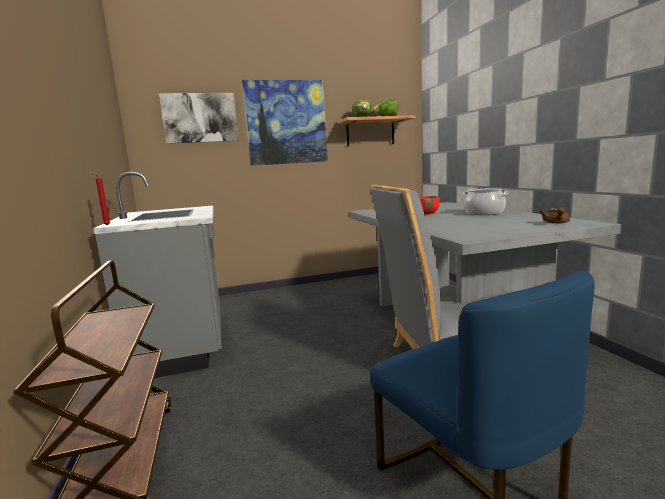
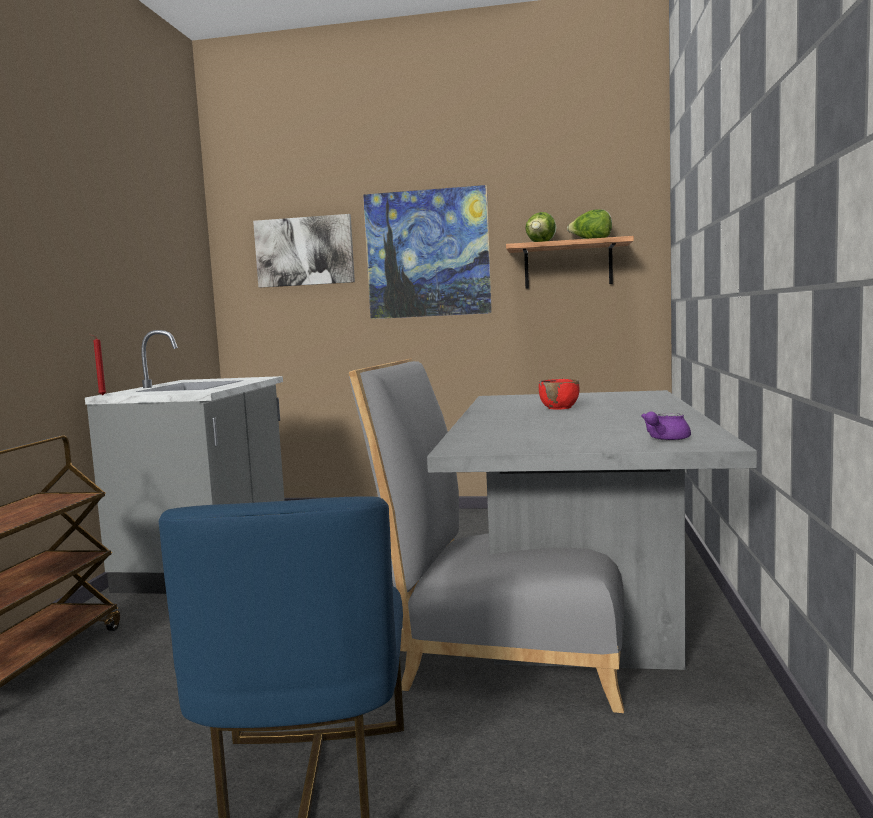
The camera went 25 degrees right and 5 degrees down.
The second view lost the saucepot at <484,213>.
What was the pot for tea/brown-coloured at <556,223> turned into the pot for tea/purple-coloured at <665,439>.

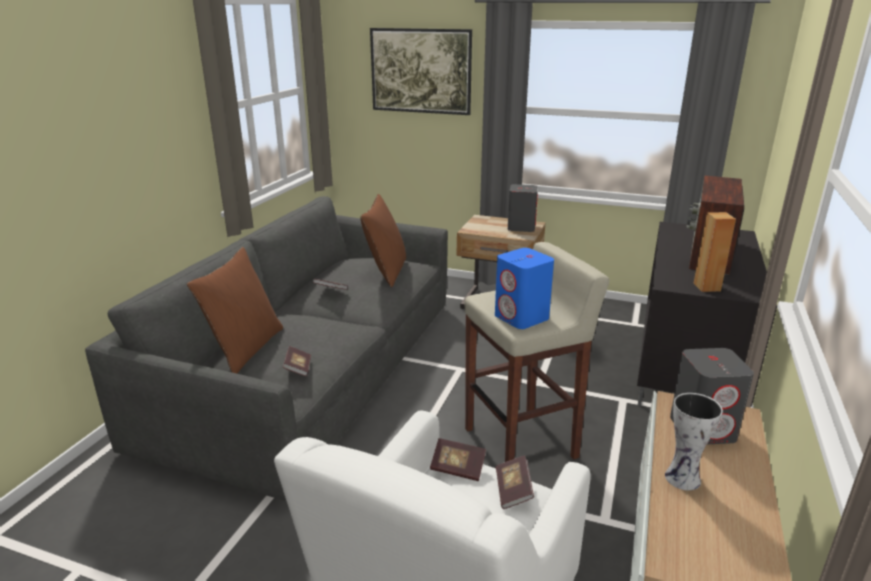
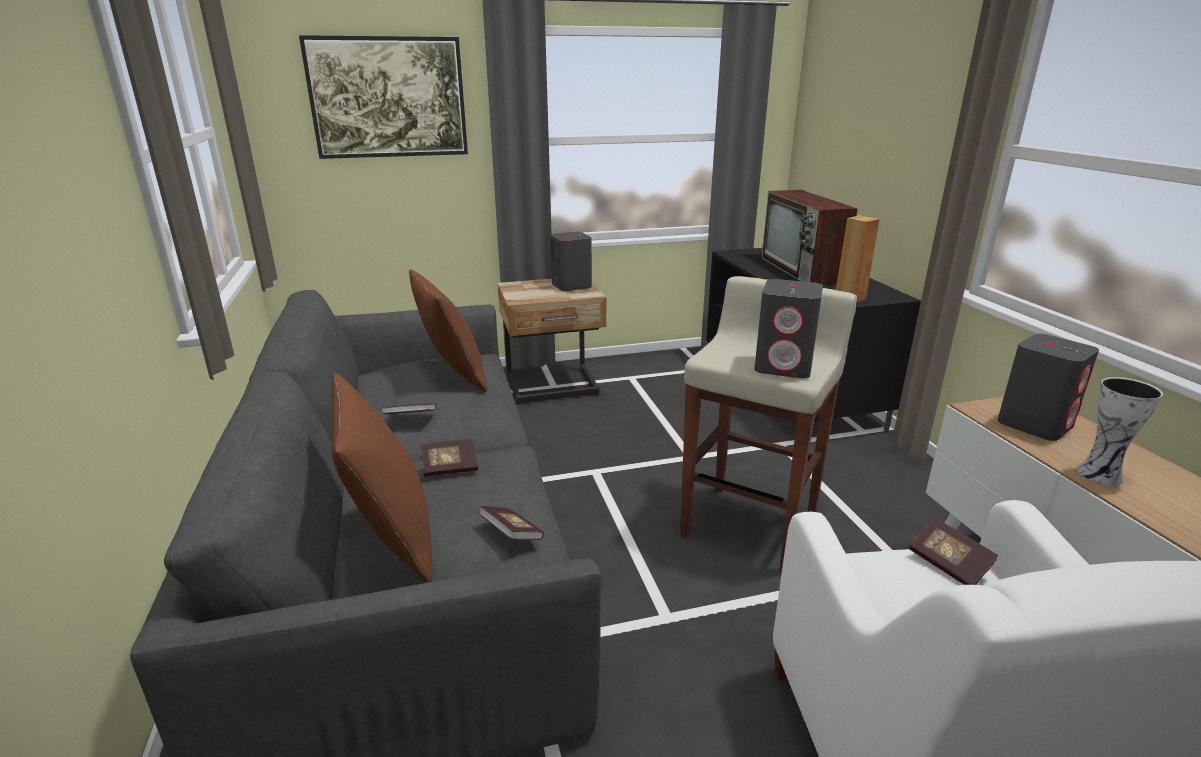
The camera went 35 degrees left and 0 degrees up.
The bound book ended up elsewhere, having gone from <457,468> to <450,468>.
What was the speaker/bluish at <522,317> turned into the speaker/greyish at <784,366>.

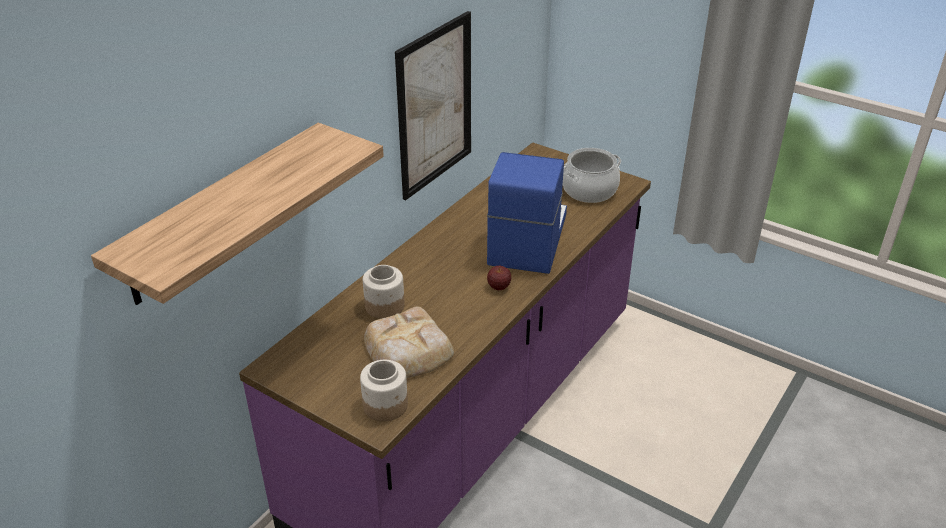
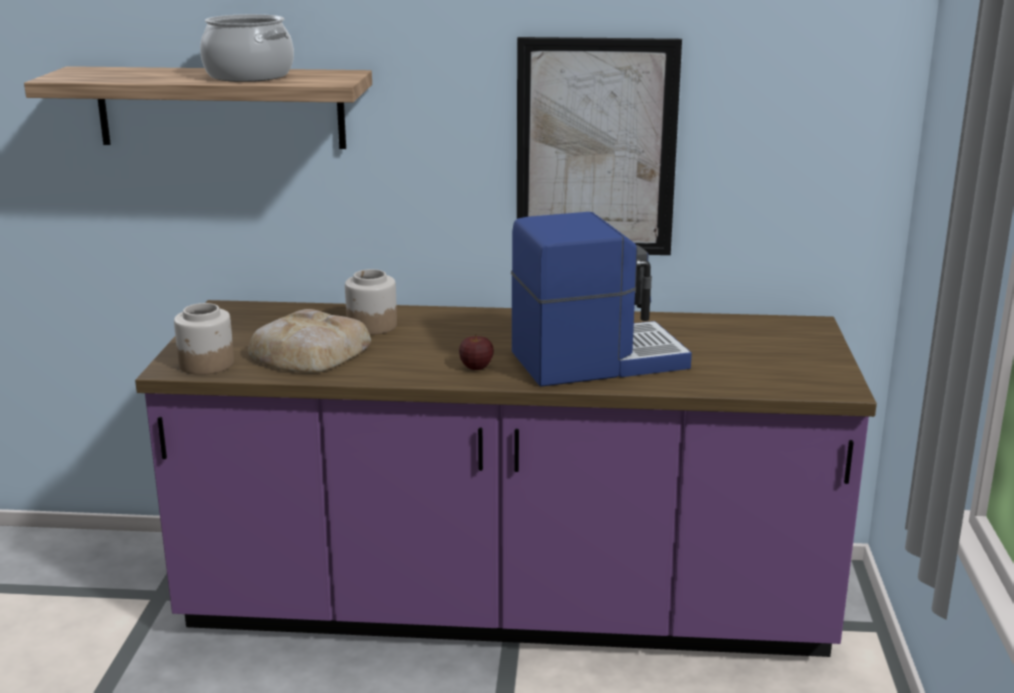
The camera went 60 degrees right and 15 degrees down.
The saucepot ended up elsewhere, having gone from <589,190> to <248,76>.

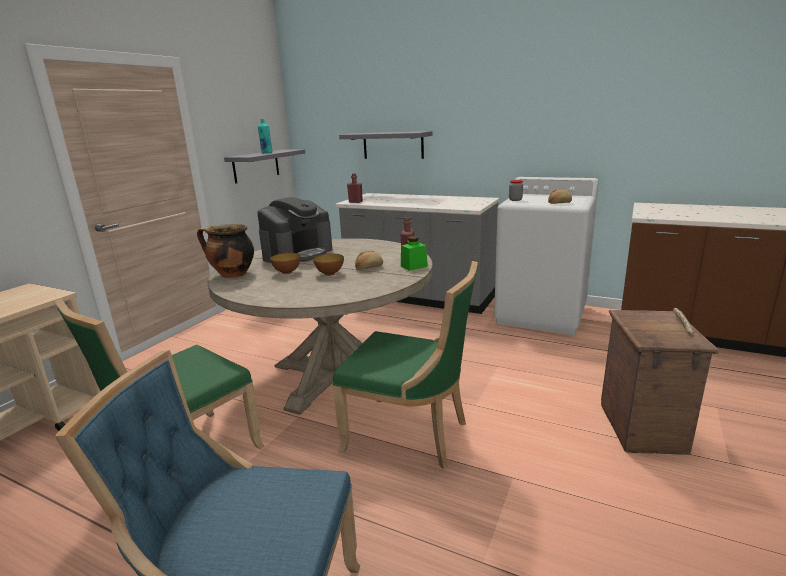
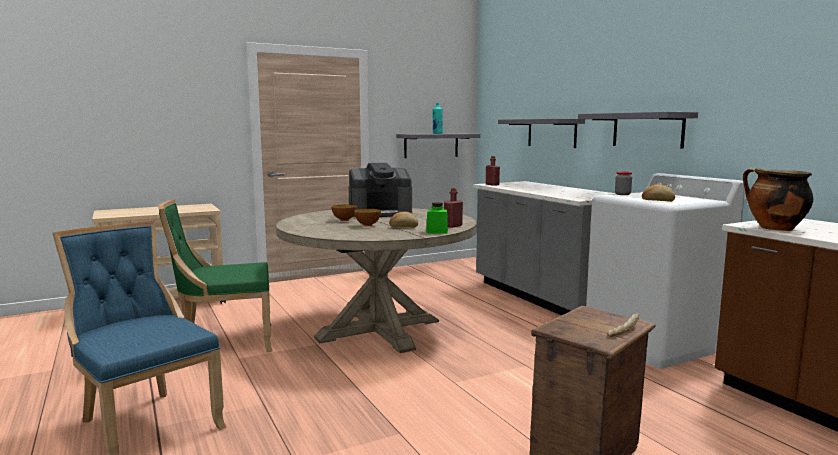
The camera went 35 degrees right and 10 degrees down.
The saucepot ended up elsewhere, having gone from <232,275> to <774,228>.
The second view lost the chair/green-coloured at <411,435>.
The second view gained the shelf/greyish at <647,130>.

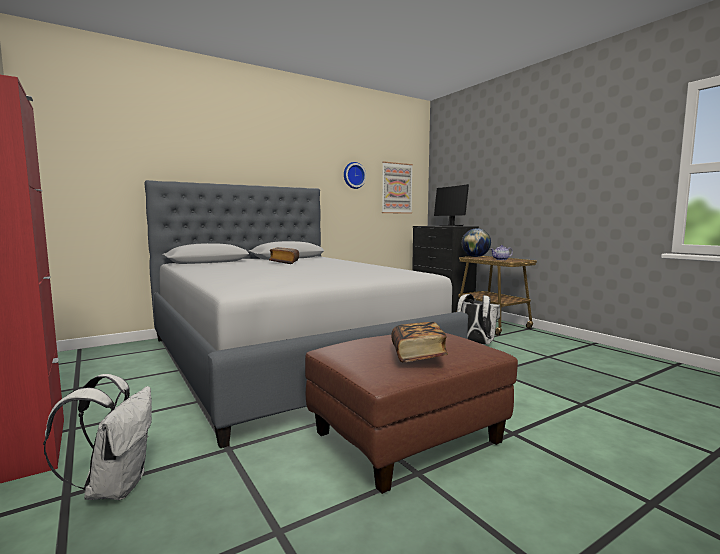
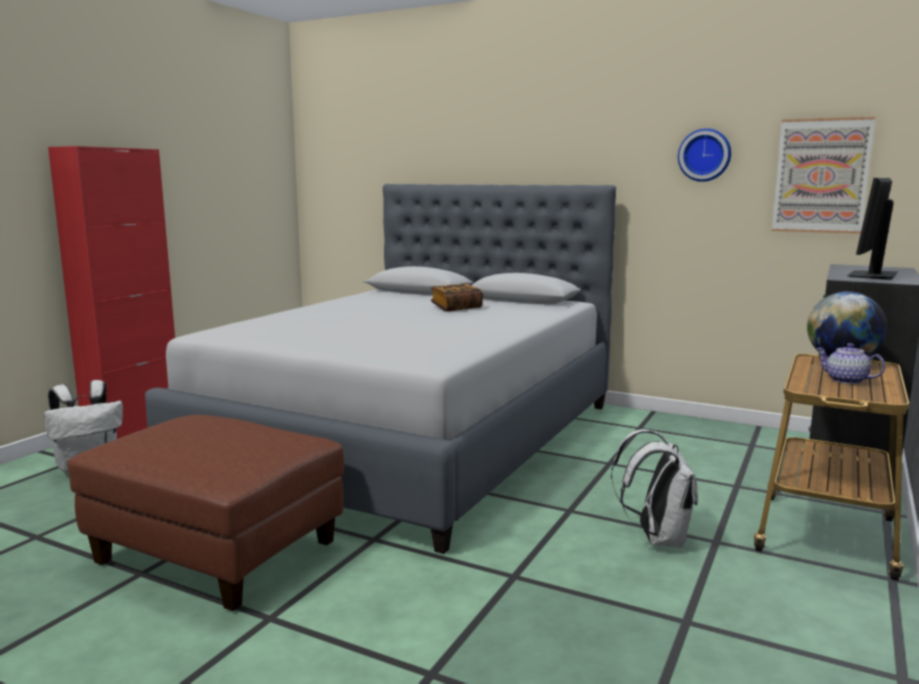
The camera went 60 degrees right and 5 degrees up.
The second view lost the bound book at <418,355>.

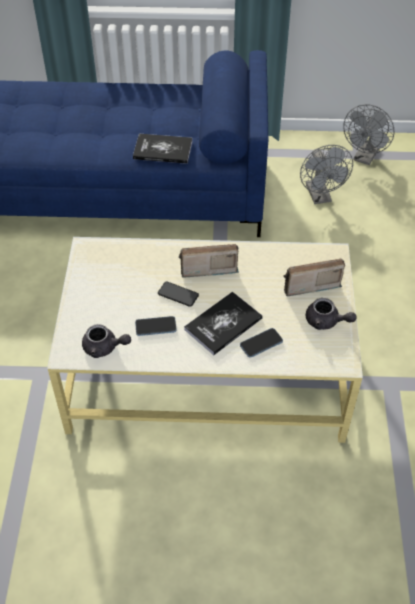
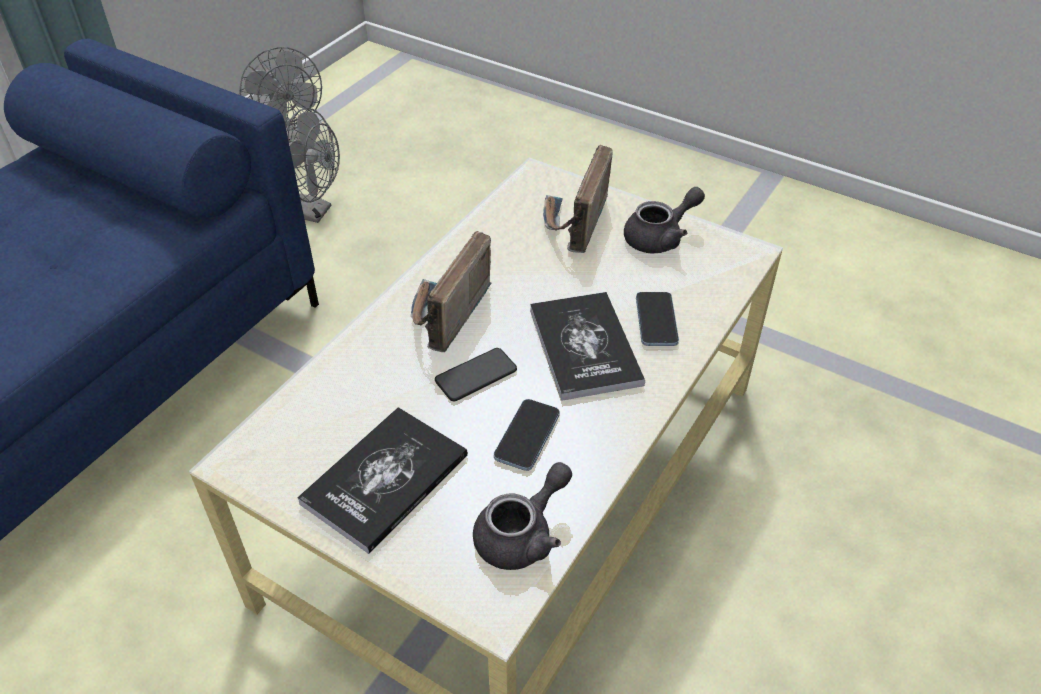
The camera went 60 degrees left and 5 degrees down.
The bound book ended up elsewhere, having gone from <163,150> to <385,479>.

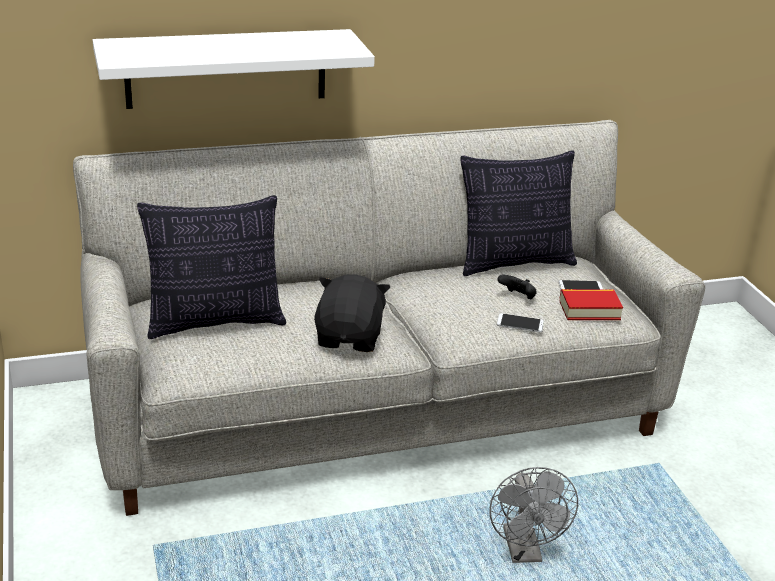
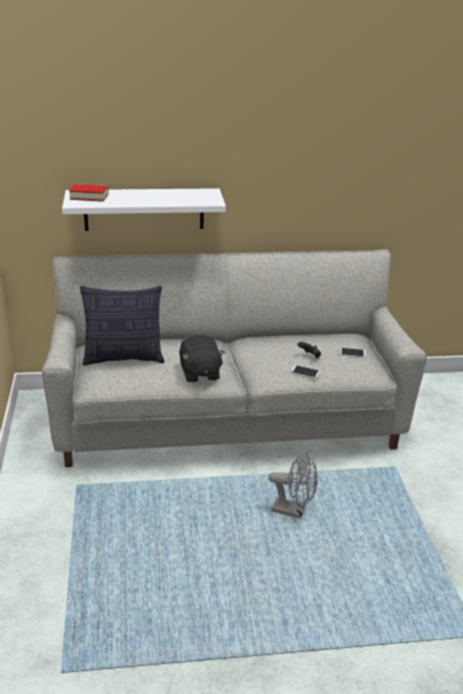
The camera went 10 degrees right and 0 degrees up.
The plush toy/blackish at <350,338> ended up facing another way, 150 degrees clockwise from before.
The second view lost the pillow at <514,263>.
The electric fan/greyish at <524,552> ended up facing another way, 75 degrees counterclockwise from before.
The bound book ended up elsewhere, having gone from <589,310> to <89,196>.

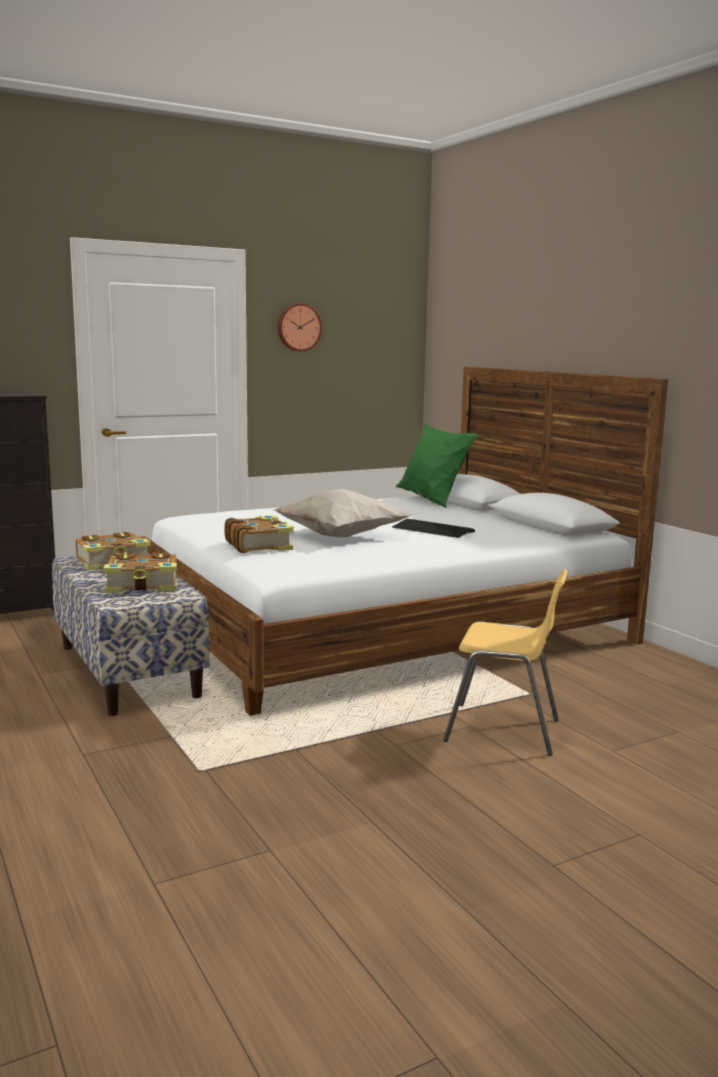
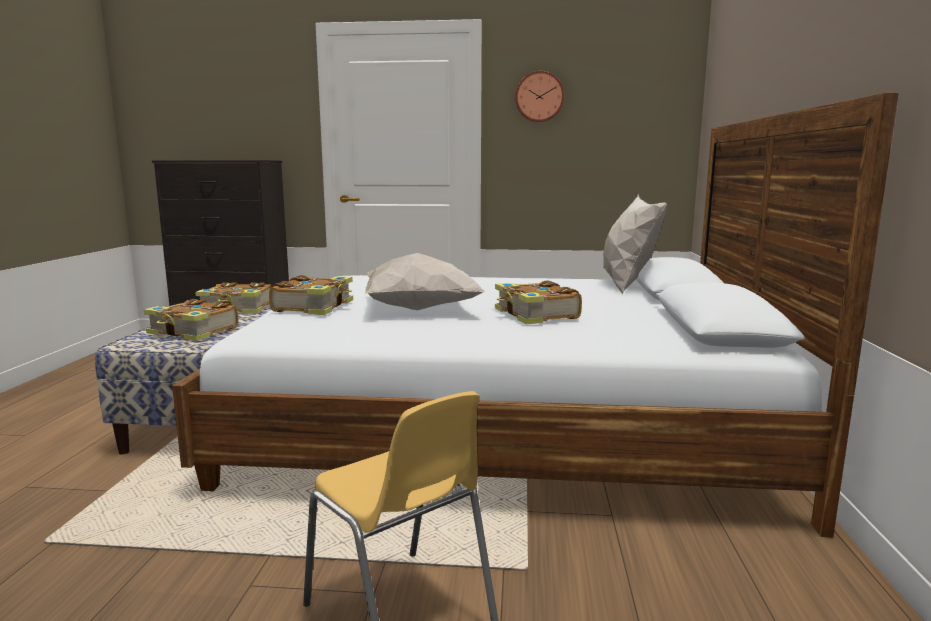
The camera went 35 degrees right and 0 degrees up.
Where the computer keyboard stood at <432,530>, the bound book came to stand at <535,315>.
What was the pillow/green-coloured at <432,501> turned into the pillow/white at <626,285>.

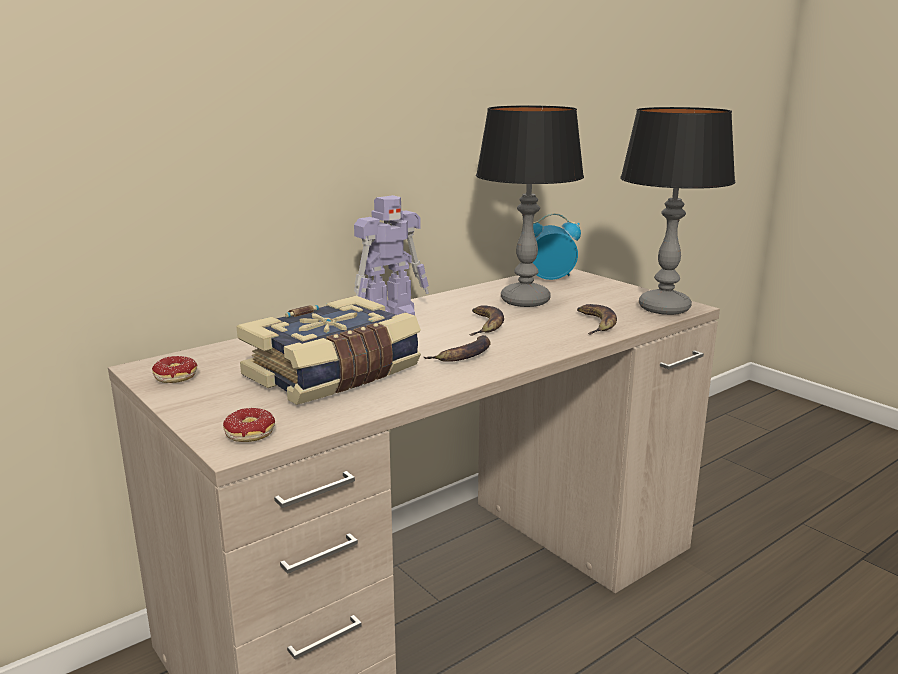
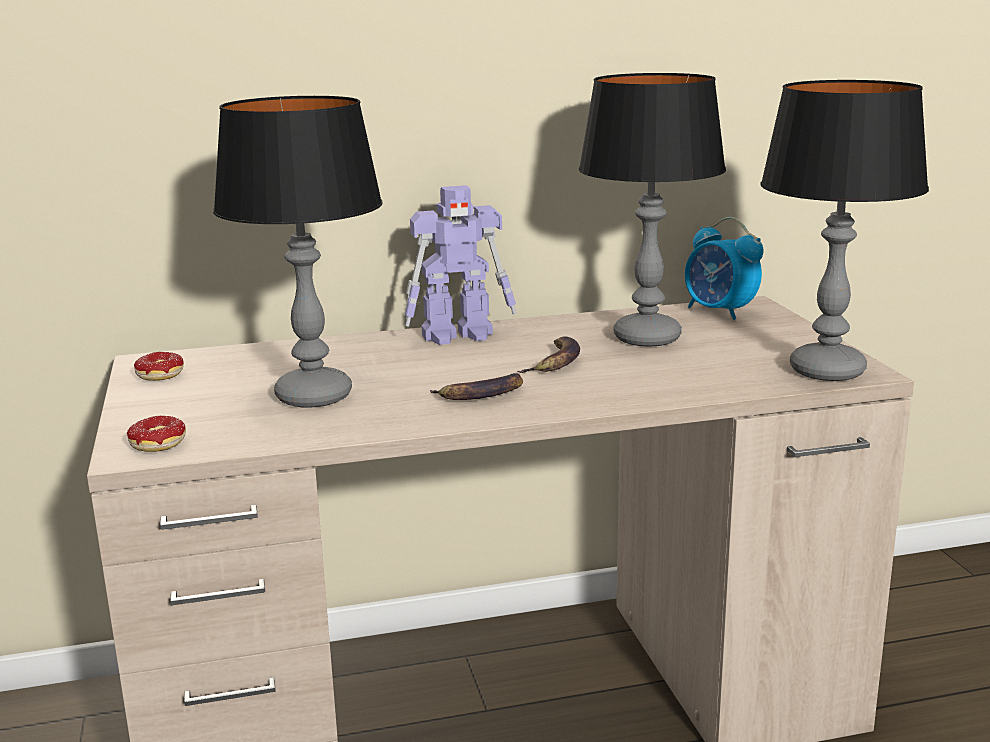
The camera went 25 degrees right and 0 degrees up.
Where the bound book stood at <334,374>, the lamp for a table came to stand at <313,396>.
The alarm clock at <549,278> ended up facing another way, 150 degrees counterclockwise from before.
The second view lost the banana fruit at <595,323>.

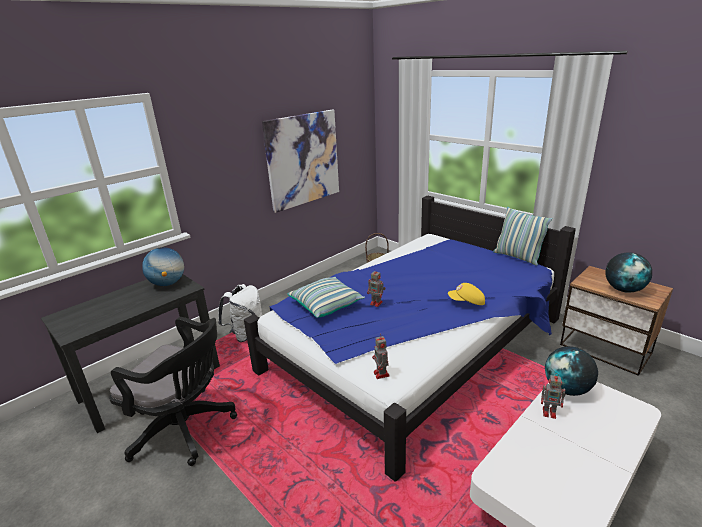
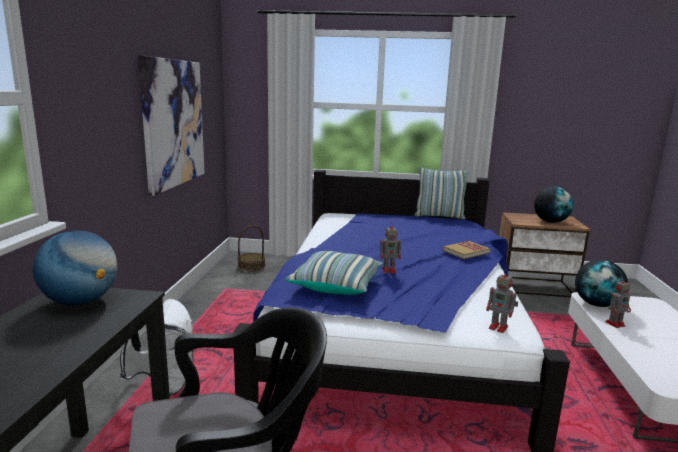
The camera went 40 degrees left and 10 degrees down.
Where the peaked cap/yellowish stood at <467,302>, the bound book came to stand at <466,251>.

